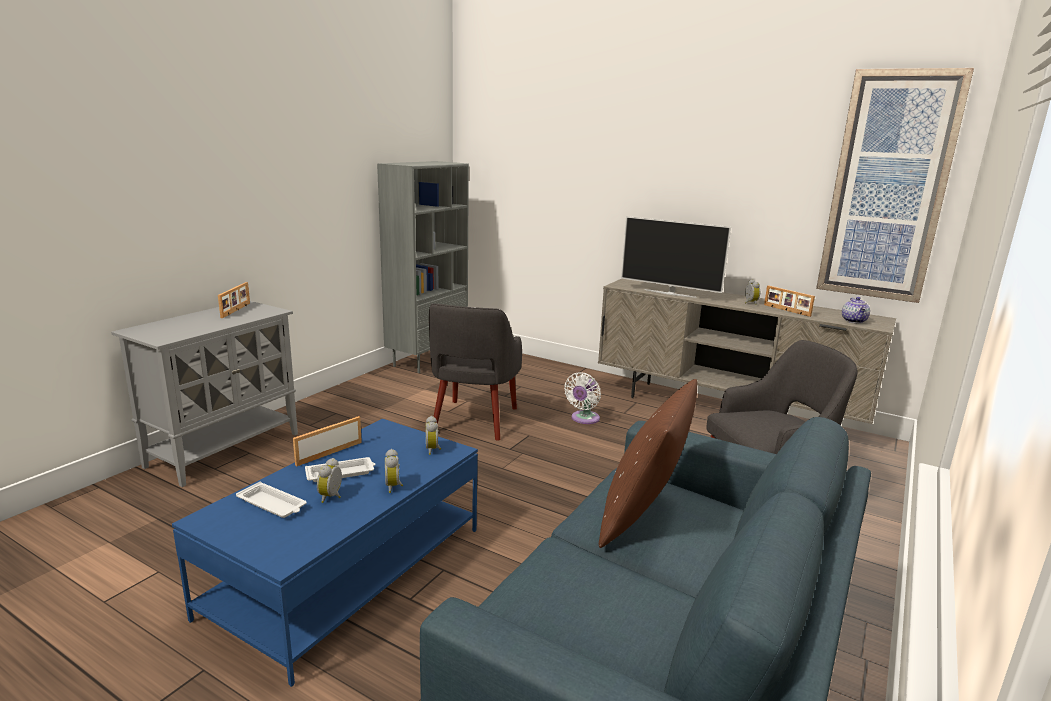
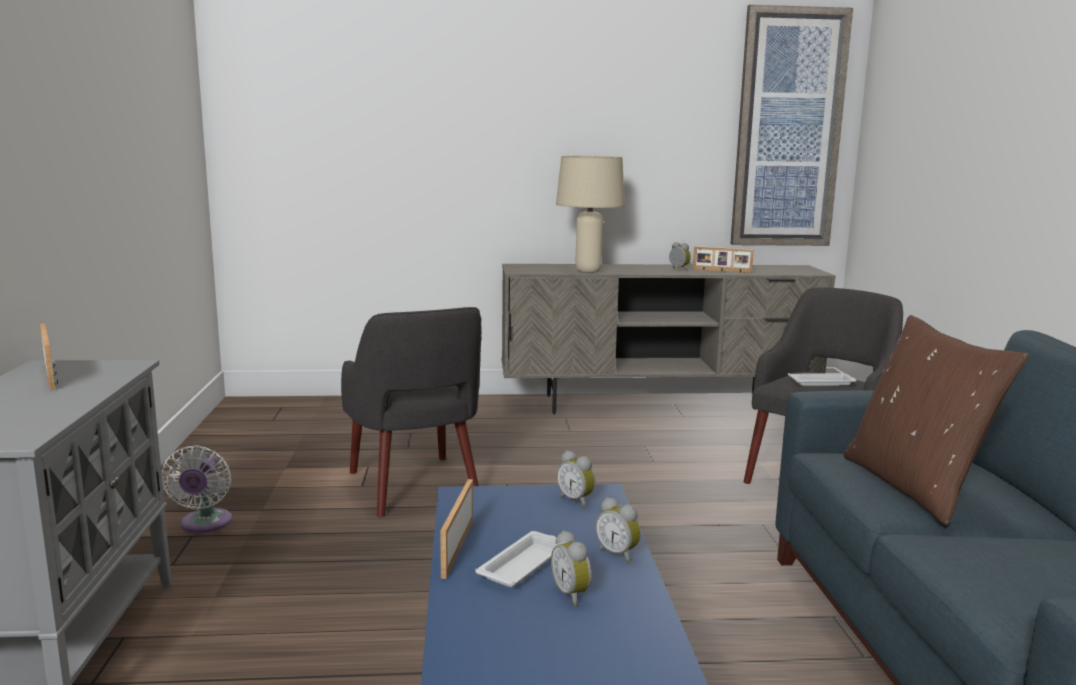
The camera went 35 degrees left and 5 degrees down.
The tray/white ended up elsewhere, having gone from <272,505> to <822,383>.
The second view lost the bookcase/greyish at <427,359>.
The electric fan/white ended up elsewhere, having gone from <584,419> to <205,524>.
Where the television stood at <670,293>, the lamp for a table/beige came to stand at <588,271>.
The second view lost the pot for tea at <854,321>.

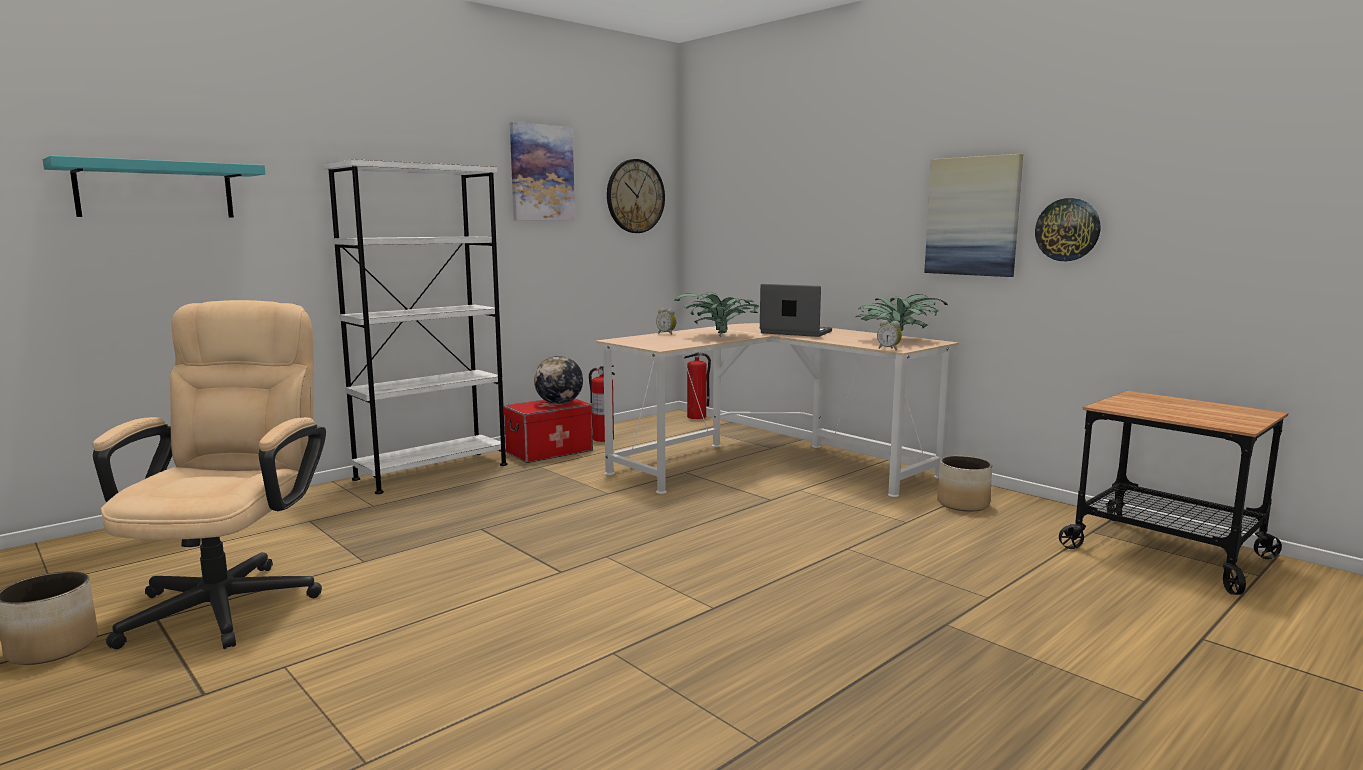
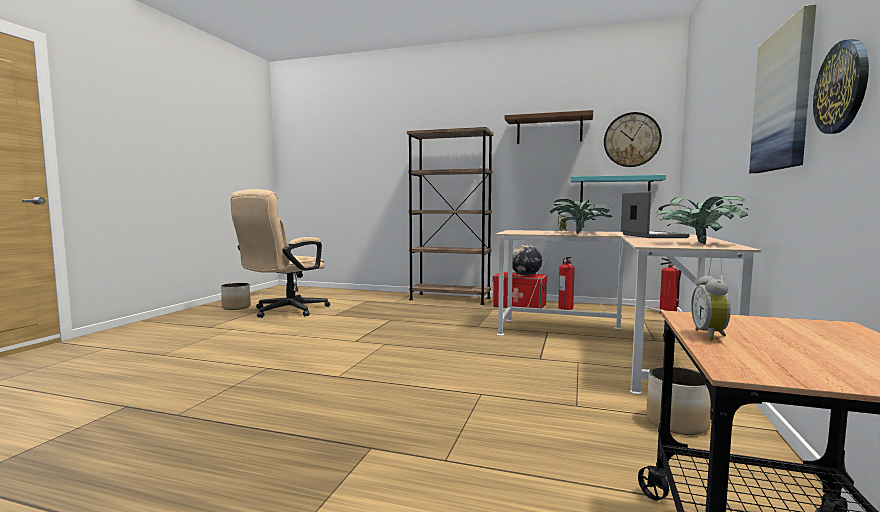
The camera went 60 degrees right and 5 degrees down.
The shelf/blue-green ended up elsewhere, having gone from <155,190> to <614,189>.
The desk chair/beige at <231,599> ended up facing another way, 150 degrees clockwise from before.
What was the bookcase/white at <432,472> turned into the bookcase/brown-coloured at <450,299>.
Where the wall picture hung at <542,173>, the shelf/brown-coloured came to hang at <549,130>.
The alarm clock ended up elsewhere, having gone from <889,349> to <711,335>.

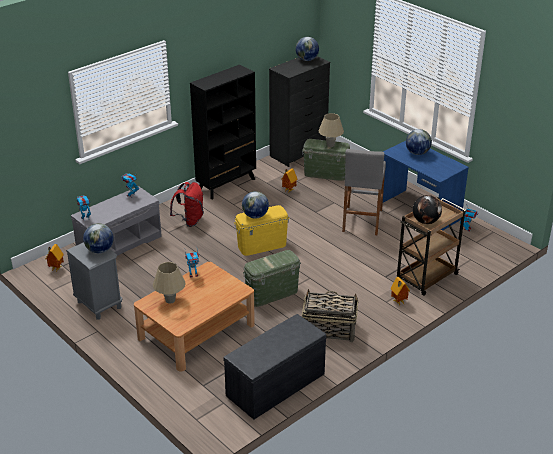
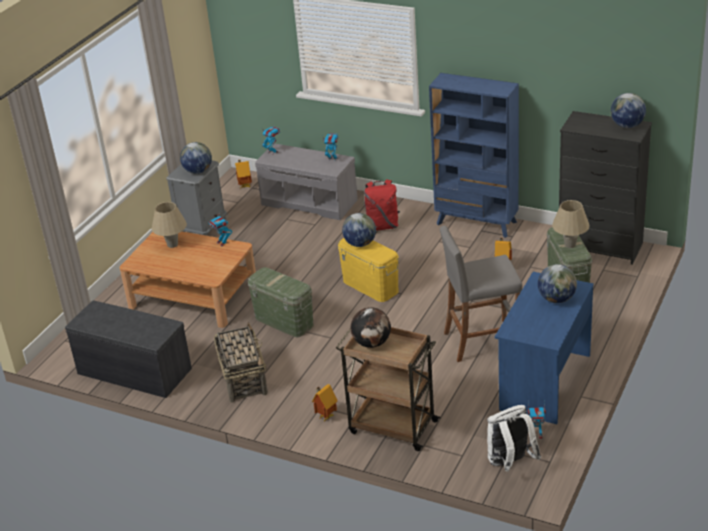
The camera went 70 degrees right and 0 degrees up.
What was the bookcase/blackish at <227,184> turned into the bookcase/bluish at <476,223>.
The second view gained the backpack/white at <510,463>.

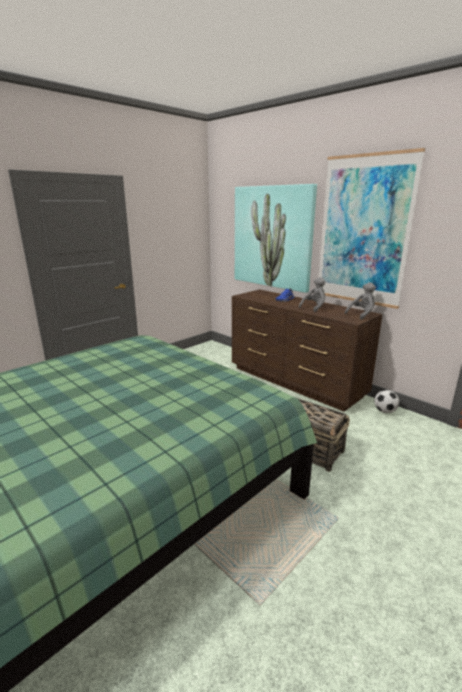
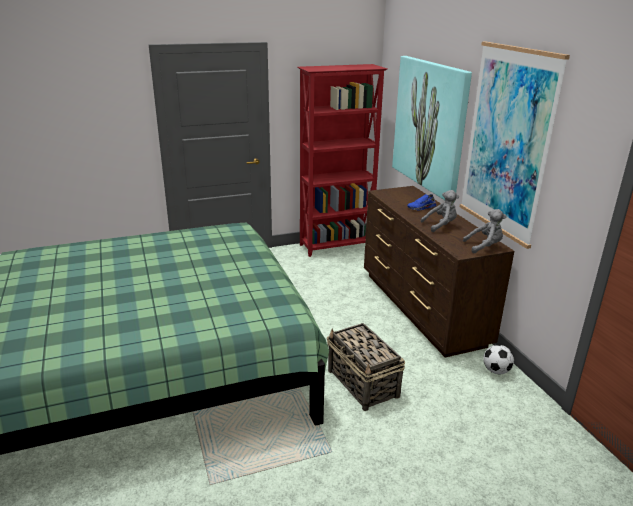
The camera went 25 degrees right and 5 degrees up.
The second view gained the bookcase/reddish at <337,246>.

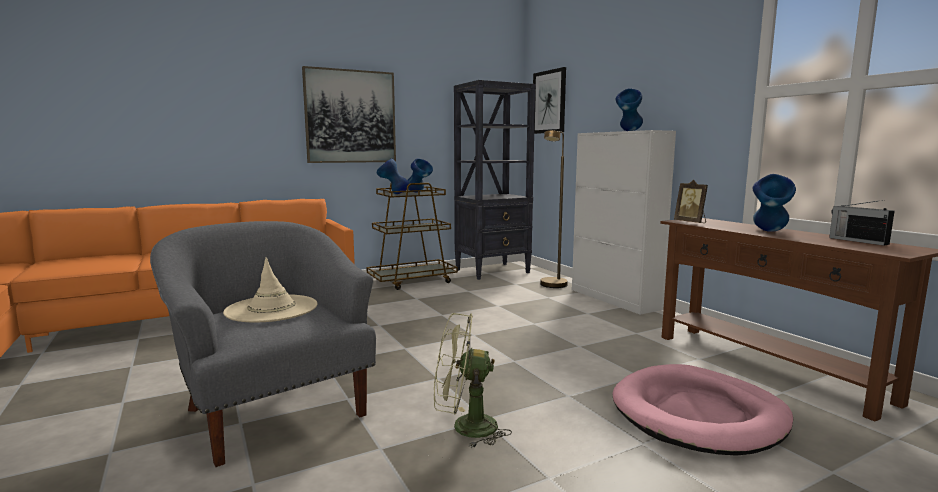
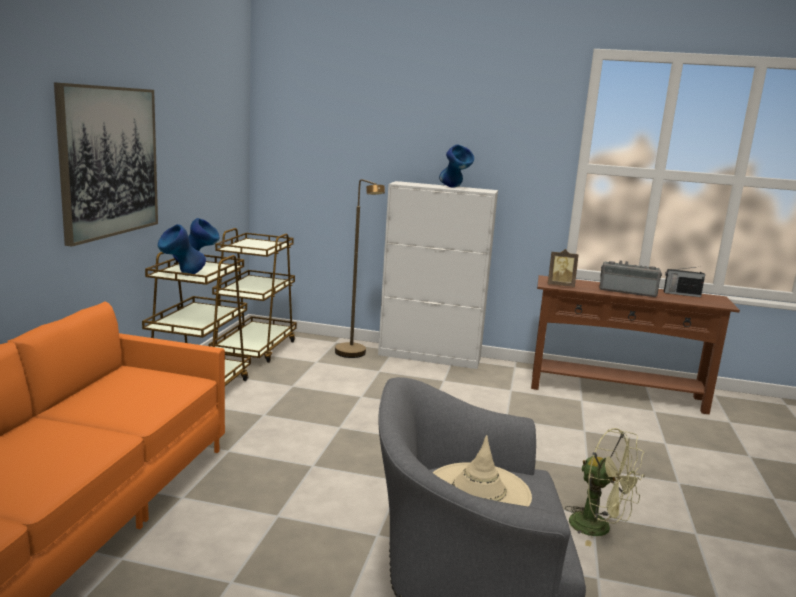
The camera went 50 degrees left and 5 degrees up.
The electric fan/green-coloured at <465,428> ended up facing another way, 90 degrees counterclockwise from before.
Where the bookcase/blackish stood at <493,271>, the wheeled cart/brown-coloured came to stand at <255,349>.
The second view lost the wall picture at <549,102>.
The second view lost the dog cushion/pinkish at <698,415>.
Where the flower vase/bluish stood at <769,232>, the radio came to stand at <627,291>.

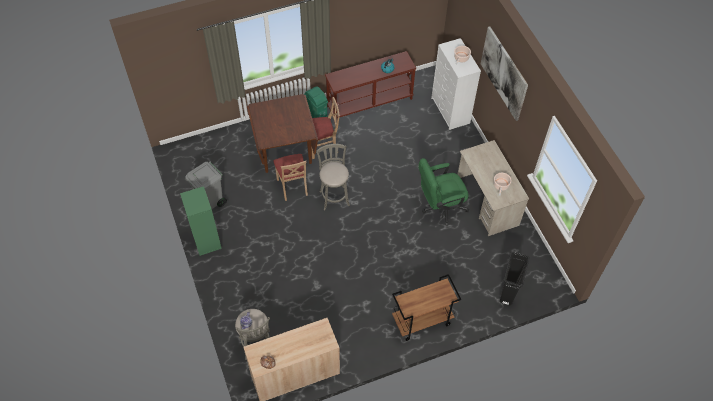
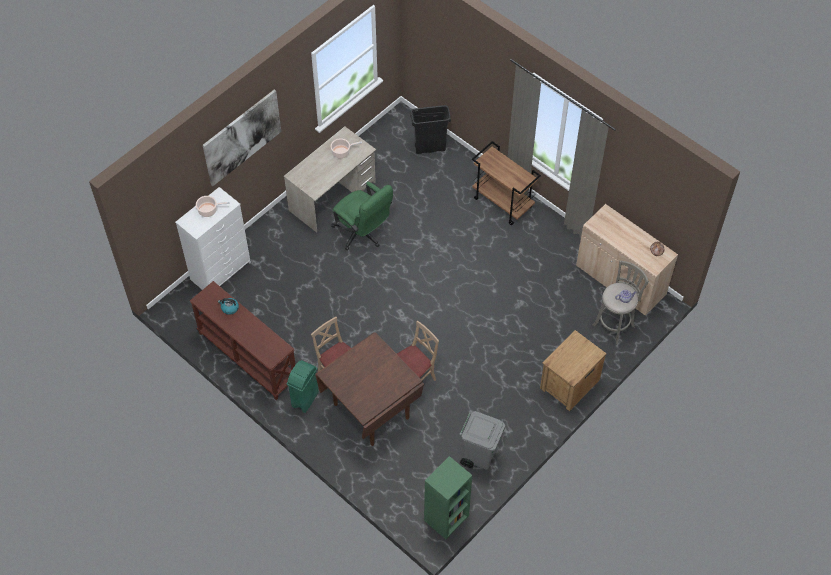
The camera went 115 degrees left and 0 degrees up.
The bookcase/green-coloured ended up elsewhere, having gone from <206,241> to <446,519>.
The second view lost the stool/greyish at <334,197>.
The second view gained the night table/brown-coloured at <568,384>.

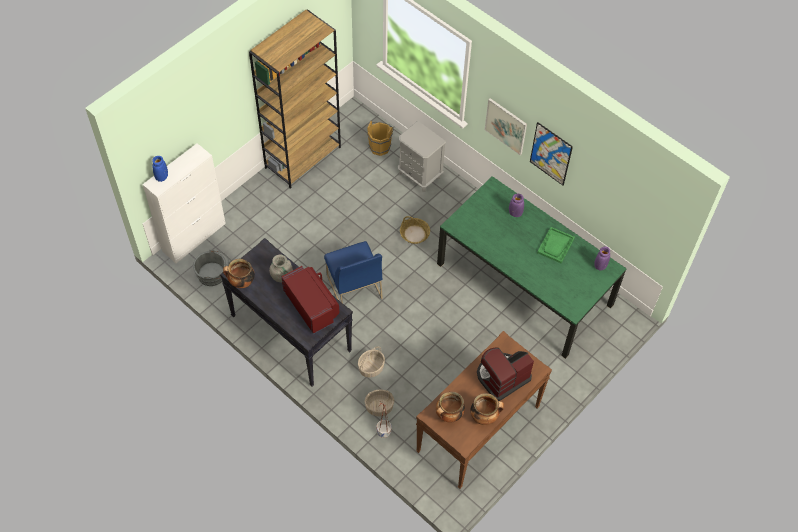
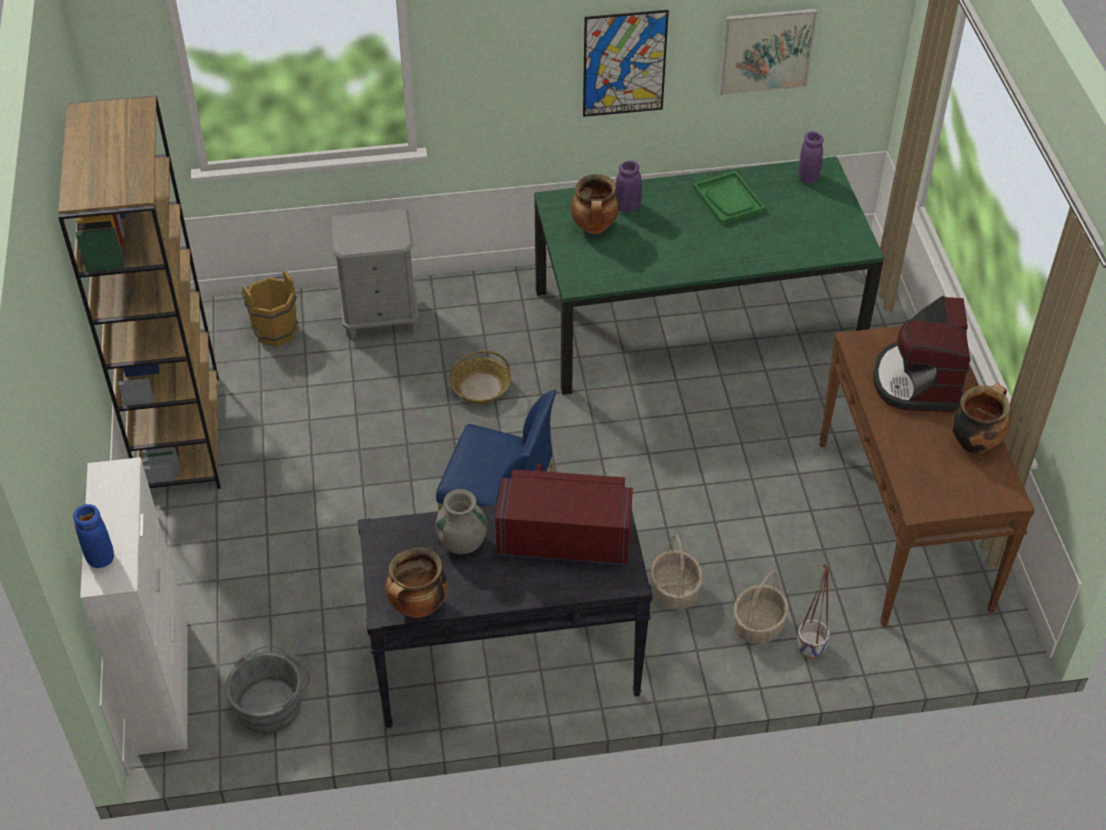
The camera went 50 degrees left and 10 degrees down.
The saucepot ended up elsewhere, having gone from <449,415> to <594,228>.
The wall picture ended up elsewhere, having gone from <506,126> to <766,50>.

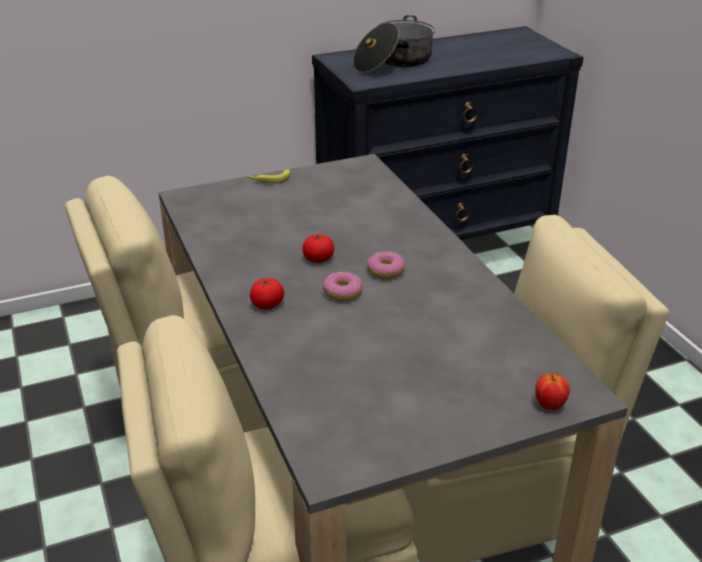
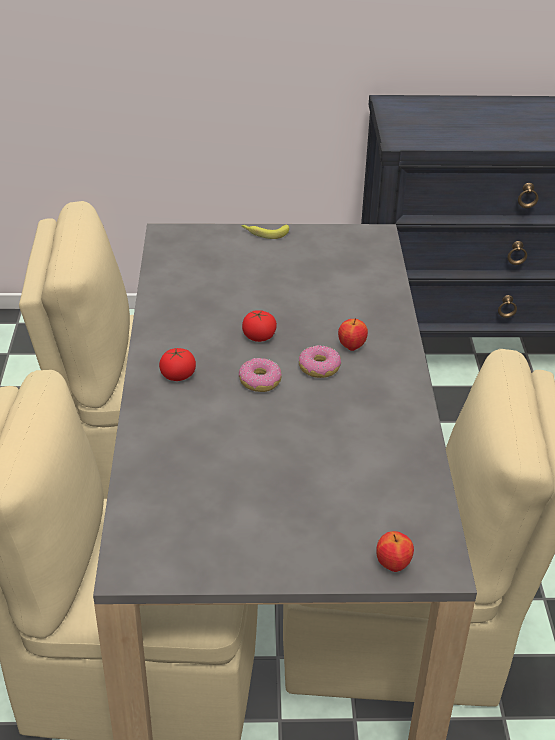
The camera went 20 degrees right and 5 degrees up.
The second view lost the saucepot at <393,62>.
The second view gained the whole apple at <351,347>.

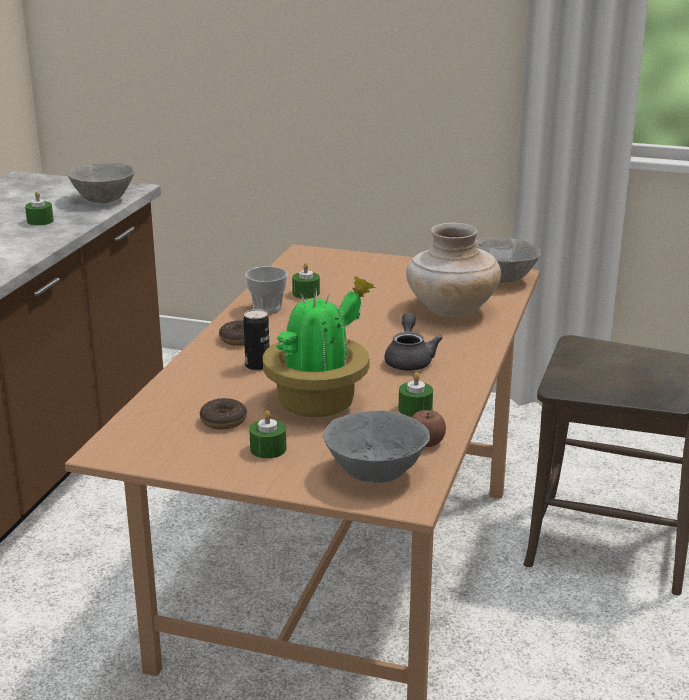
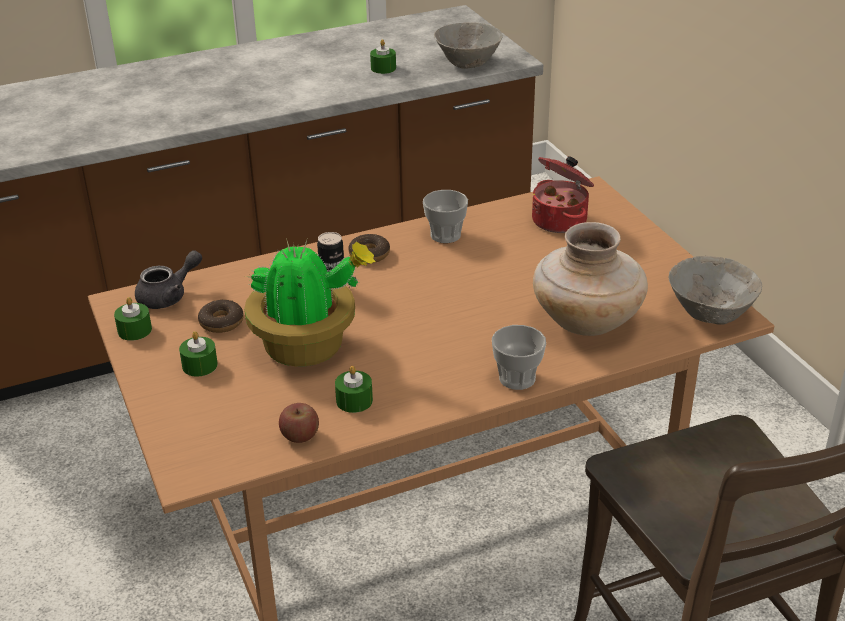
The camera went 50 degrees right and 10 degrees up.
The wax candle/green-coloured ended up elsewhere, having gone from <306,293> to <134,330>.
The second view lost the deep dish/greyish at <374,473>.
The pot for tea/greyish ended up elsewhere, having gone from <409,360> to <169,296>.
The second view gained the small cup at <517,378>.
The second view gained the saucepot at <561,220>.

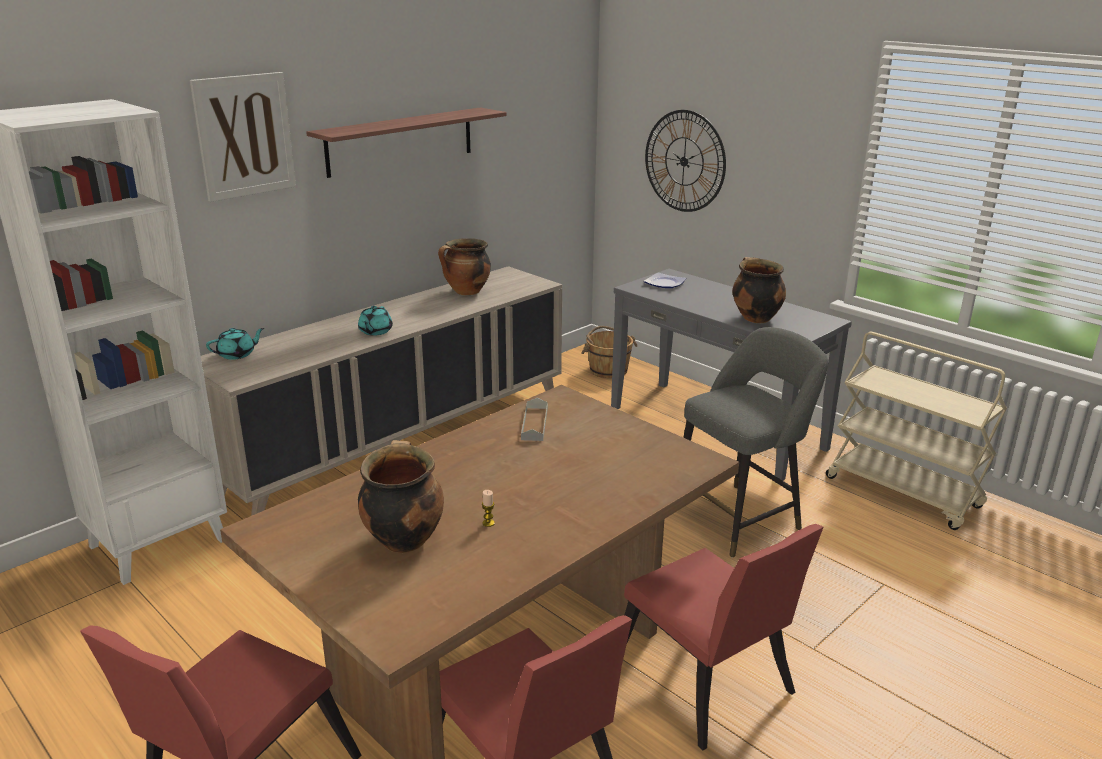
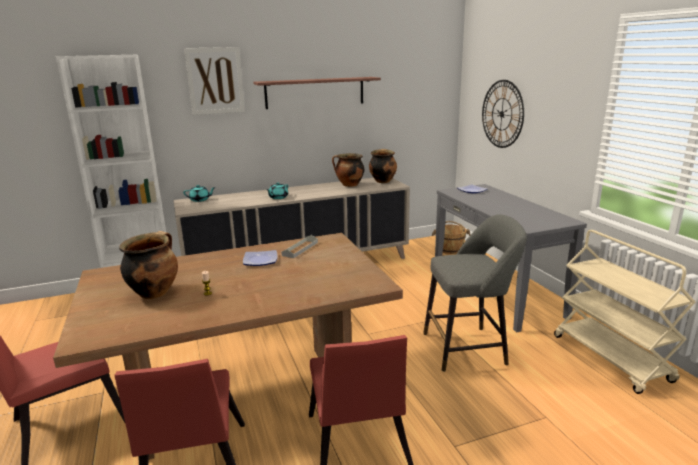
The camera went 25 degrees right and 5 degrees down.
The saucepot ended up elsewhere, having gone from <755,318> to <382,181>.
The second view gained the dinner plate at <261,260>.

